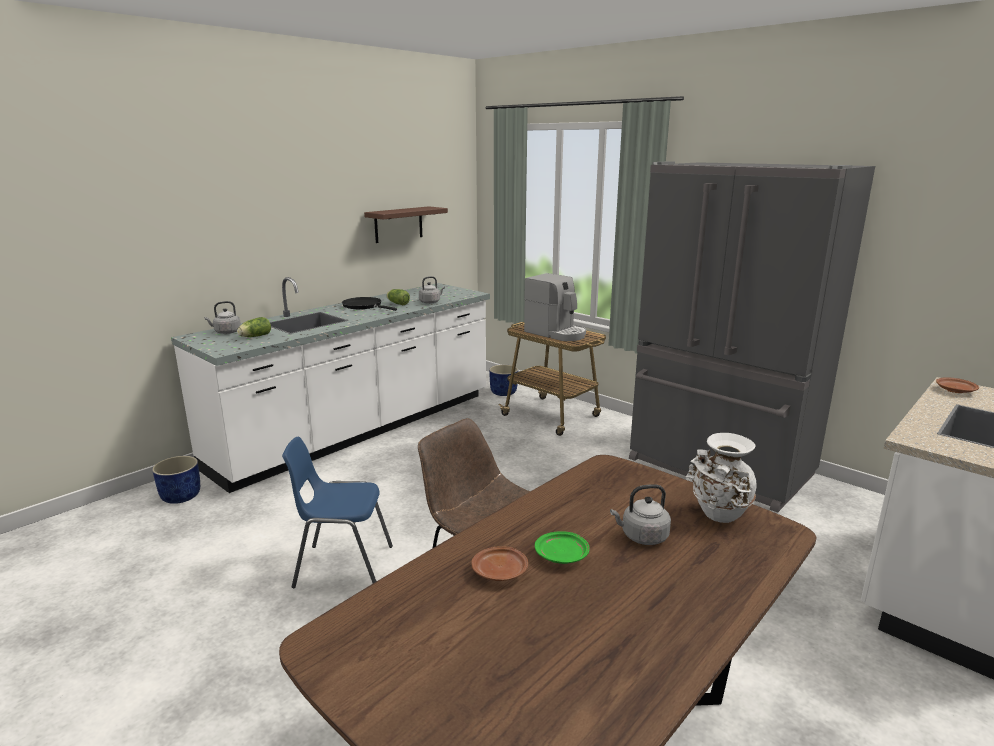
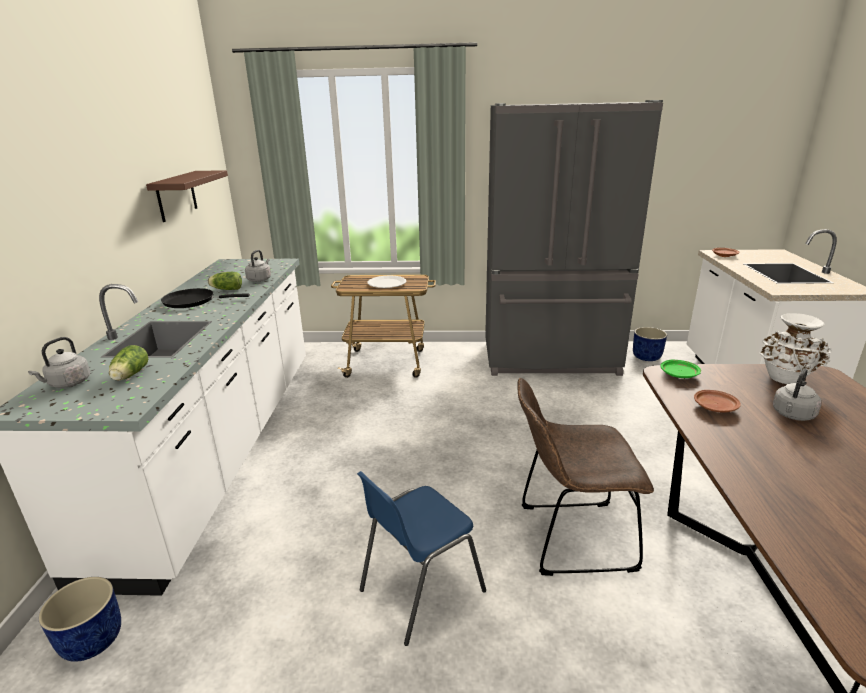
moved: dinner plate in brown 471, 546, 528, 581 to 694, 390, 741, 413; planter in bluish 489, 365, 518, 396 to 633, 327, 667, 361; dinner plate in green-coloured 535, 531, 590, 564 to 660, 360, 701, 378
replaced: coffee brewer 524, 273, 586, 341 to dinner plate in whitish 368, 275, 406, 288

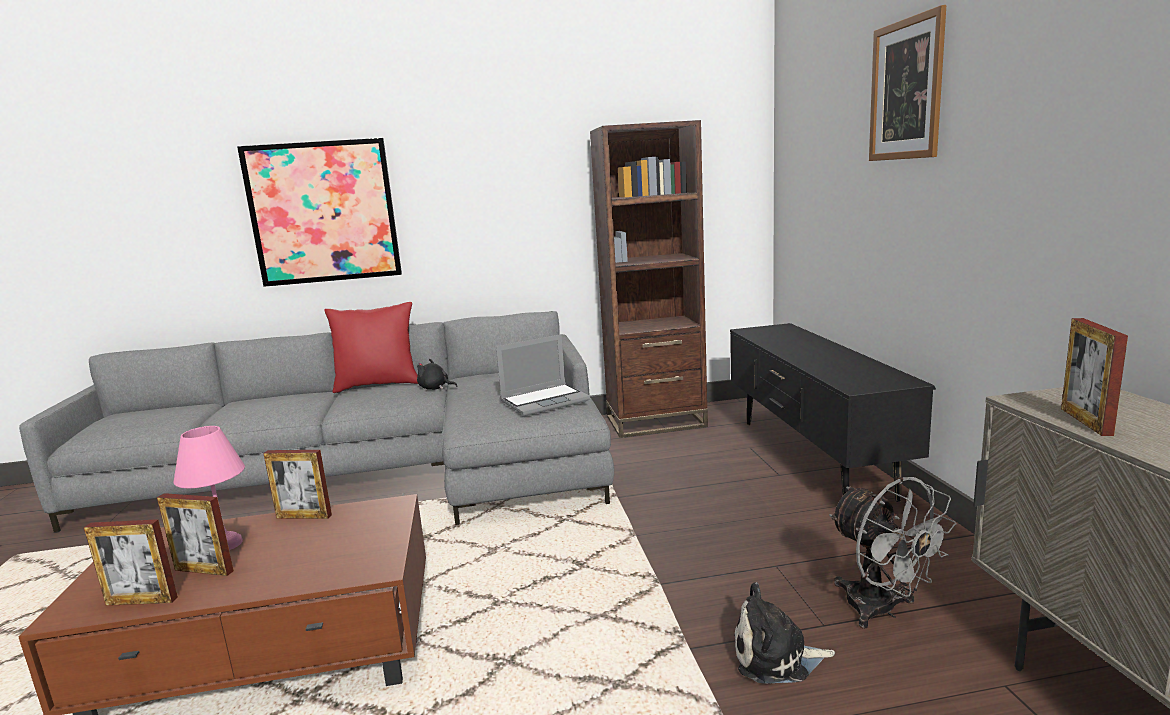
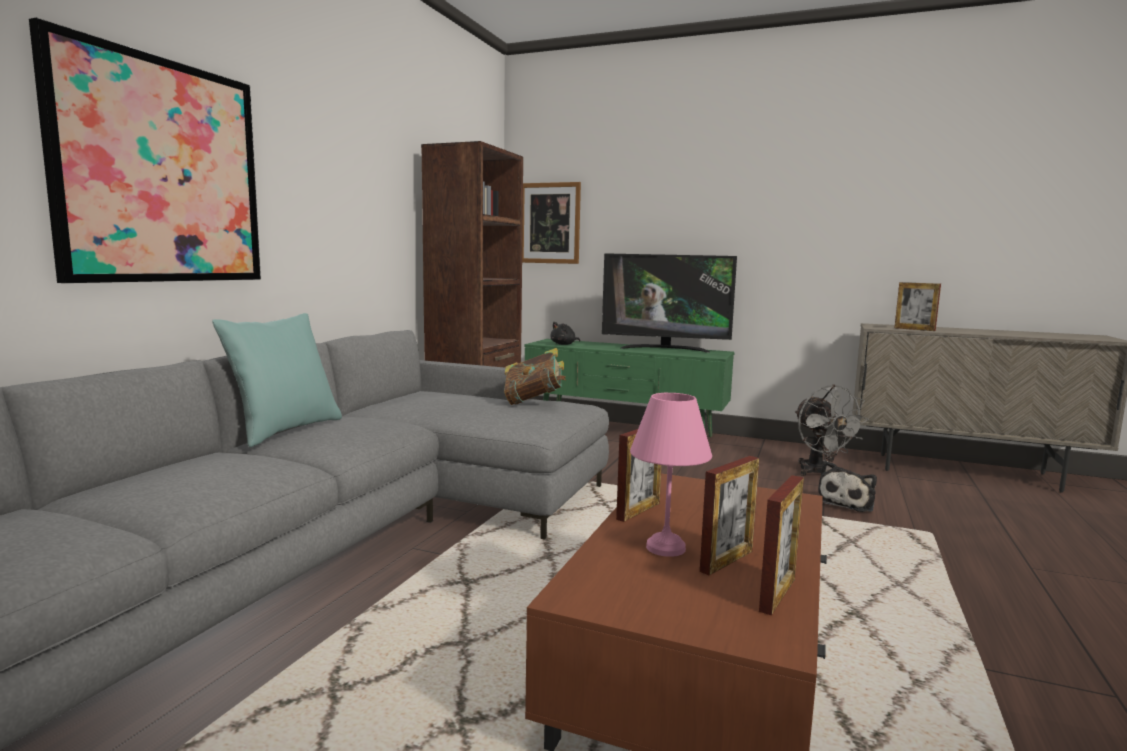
added: TV set 602, 253, 737, 353
moved: soft toy in blackish 417, 359, 458, 390 to 550, 322, 580, 345; wall picture 869, 5, 946, 161 to 522, 182, 581, 264
replaced: laptop 496, 334, 590, 416 to bound book 504, 348, 566, 405
recoloured: throw pillow in reddish 324, 302, 418, 393 to throw pillow in turquoise 212, 313, 342, 447; media console in blackish 730, 323, 936, 502 to media console in green-coloured 525, 339, 734, 437
turned: cooling fan in greyish 829, 477, 956, 629 = 795, 385, 869, 476 75 degrees clockwise

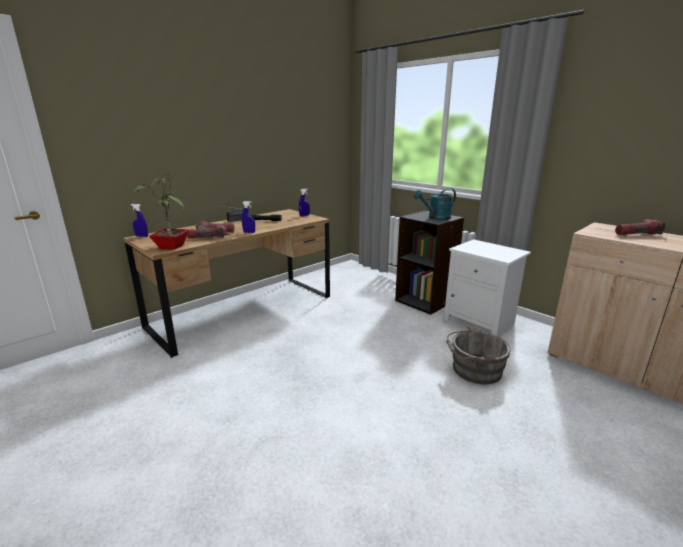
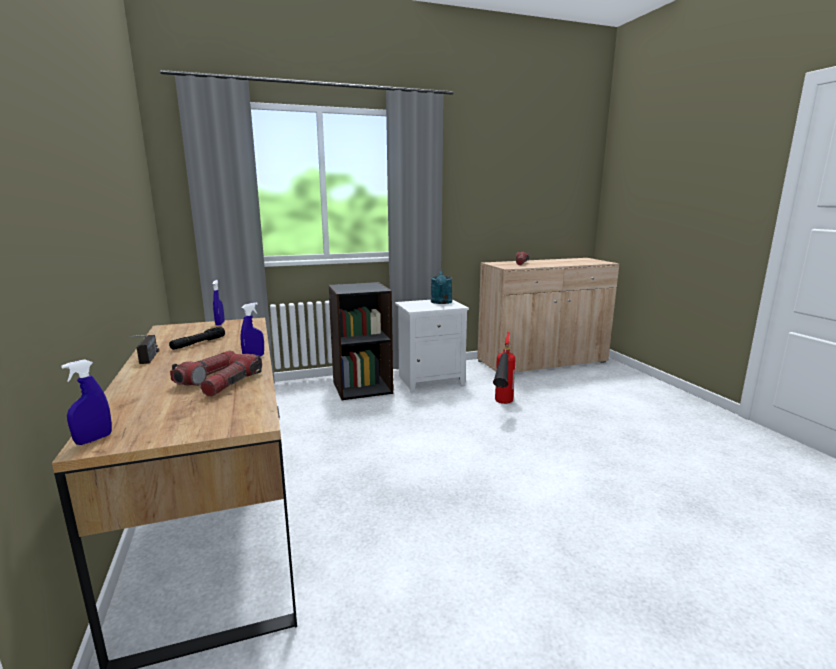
removed: plant in a pot 132, 174, 189, 250
moved: sprinkling can in turquoise 414, 188, 456, 220 to 431, 270, 452, 304
replaced: bucket in greyish 446, 327, 511, 384 to fire-fighting cylinder 493, 332, 516, 404

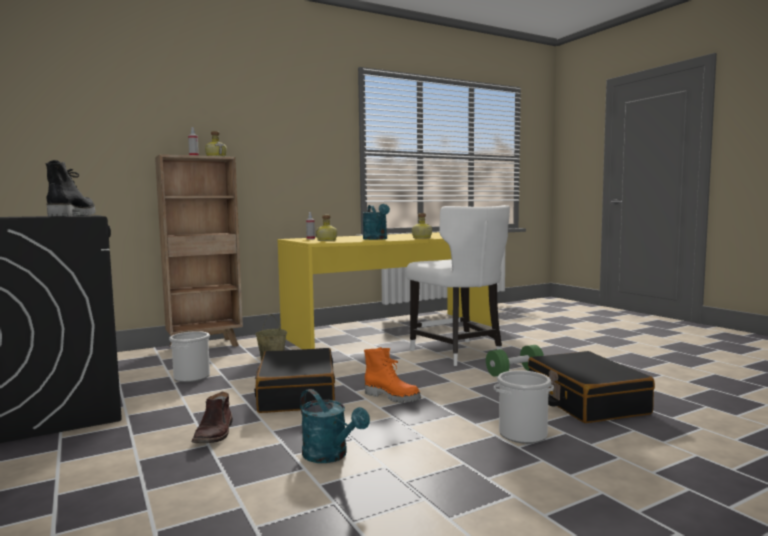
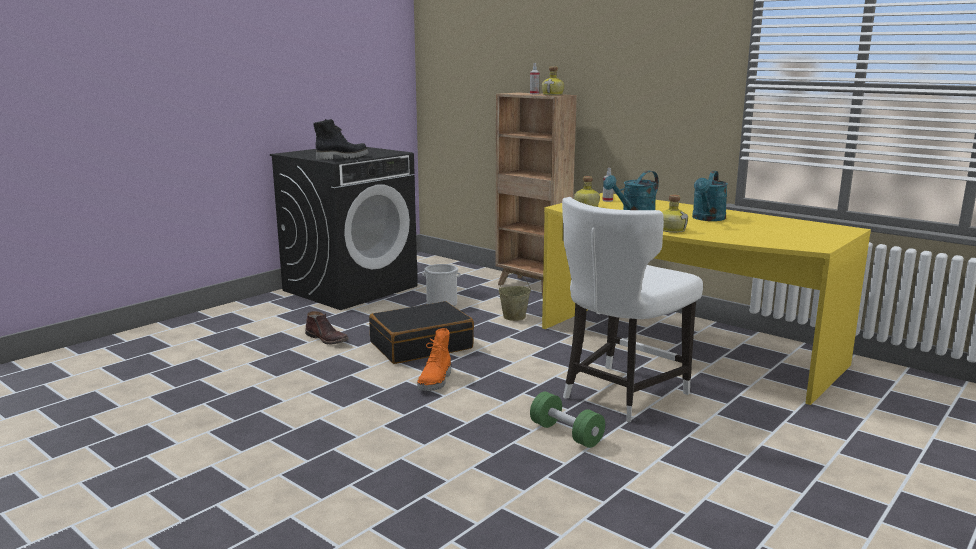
removed: bucket 494, 370, 554, 444; piece of luggage in blackish 528, 351, 655, 423
moved: sprinkling can in turquoise 300, 389, 370, 463 to 692, 171, 728, 221
turned: tall boot in brown 192, 392, 233, 443 = 305, 311, 349, 345 120 degrees counterclockwise

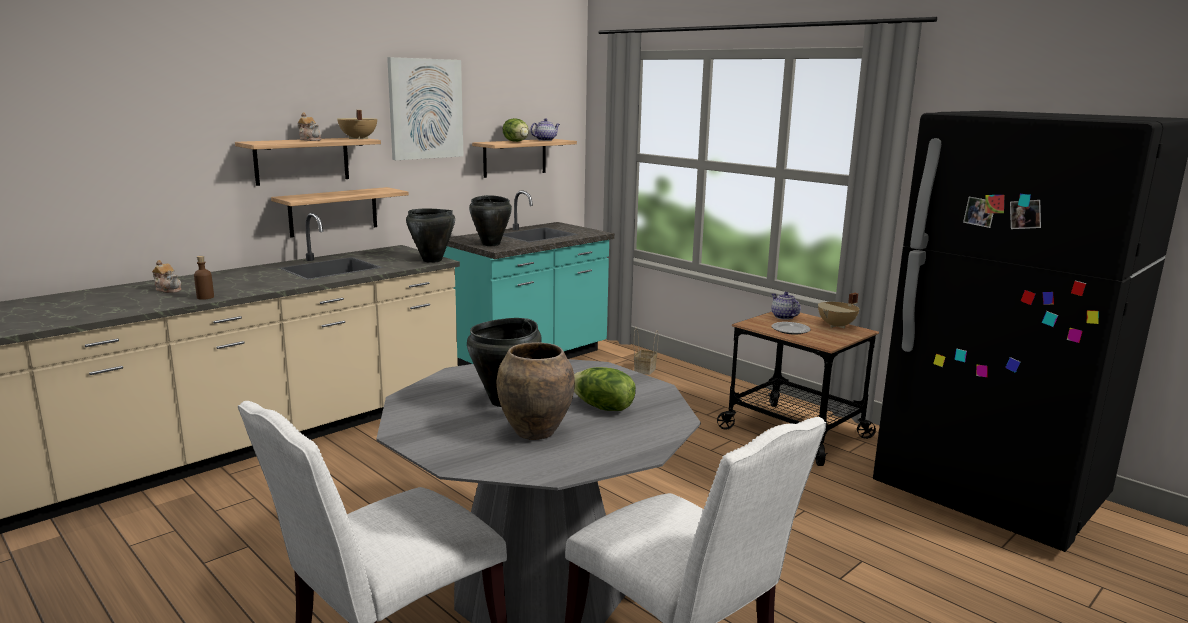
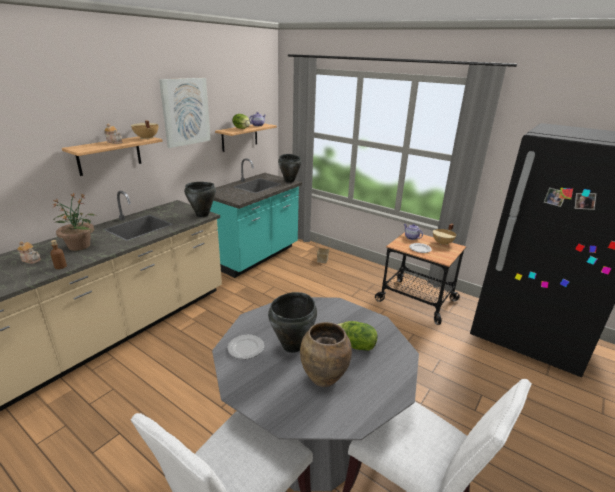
removed: bracket shelf 271, 187, 409, 238
added: plant in a pot 53, 193, 95, 251; dinner plate 228, 335, 264, 359
moved: cooking pot in blackish 469, 195, 512, 246 to 278, 154, 301, 183

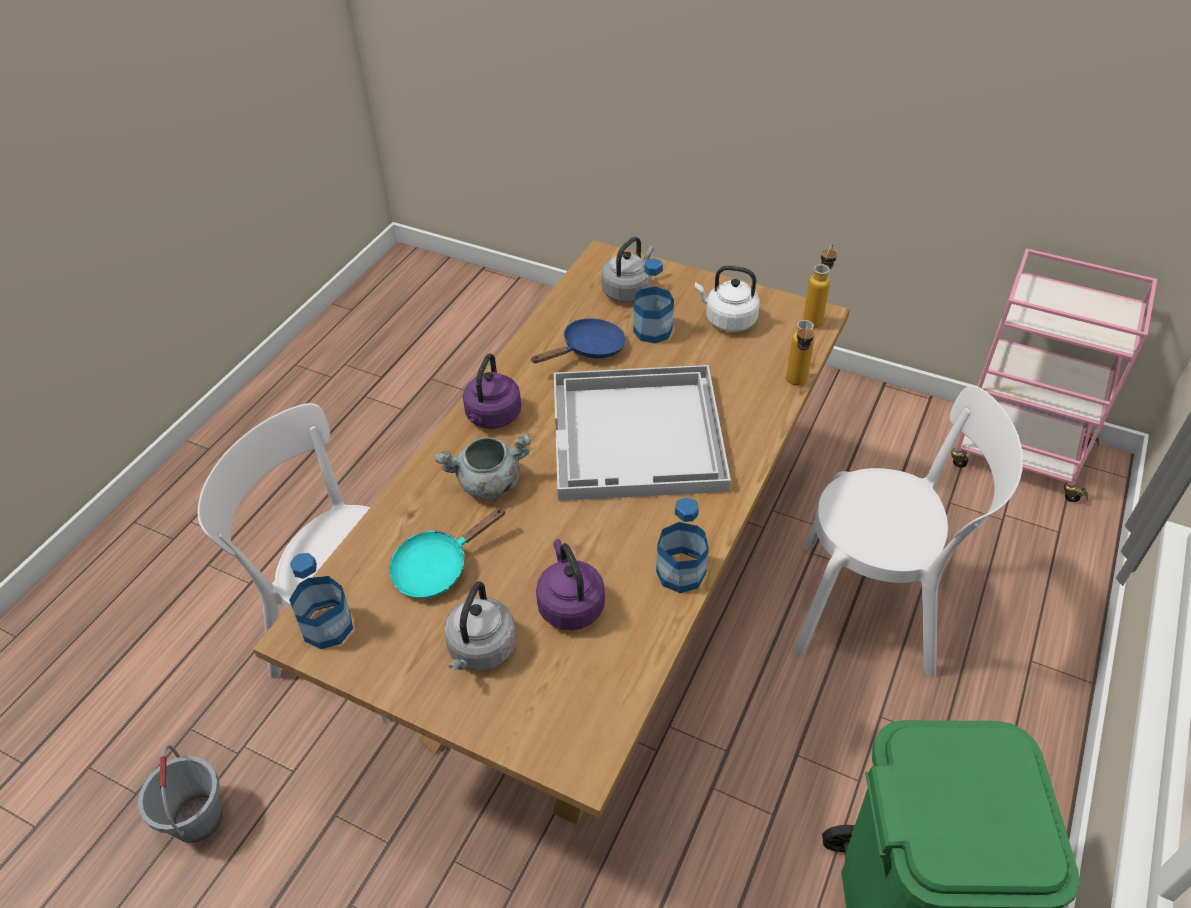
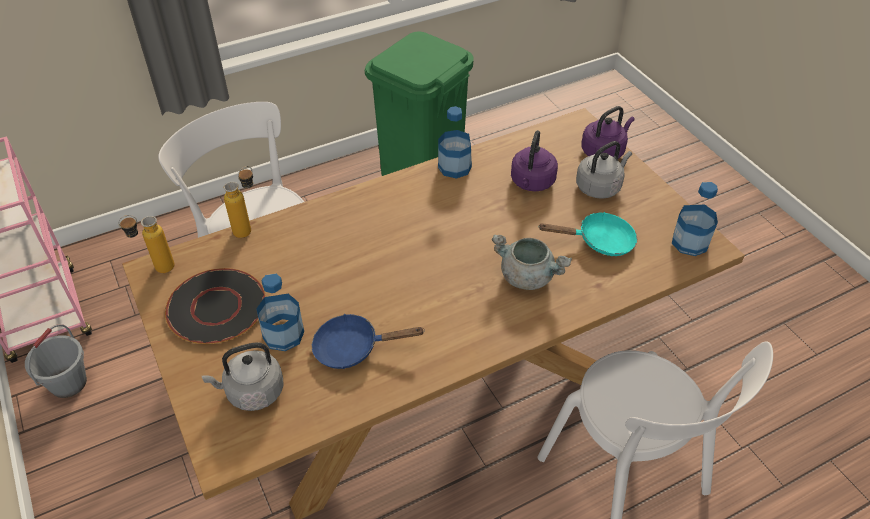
removed: carrying tray in whitish 554, 365, 731, 501
moved: bucket in greyish 138, 745, 223, 843 to 25, 324, 87, 398; water kettle in purple-coloured 463, 353, 521, 429 to 581, 106, 635, 159
replaced: water kettle in whitish 695, 266, 760, 332 to dinner plate in blackish 165, 268, 266, 344

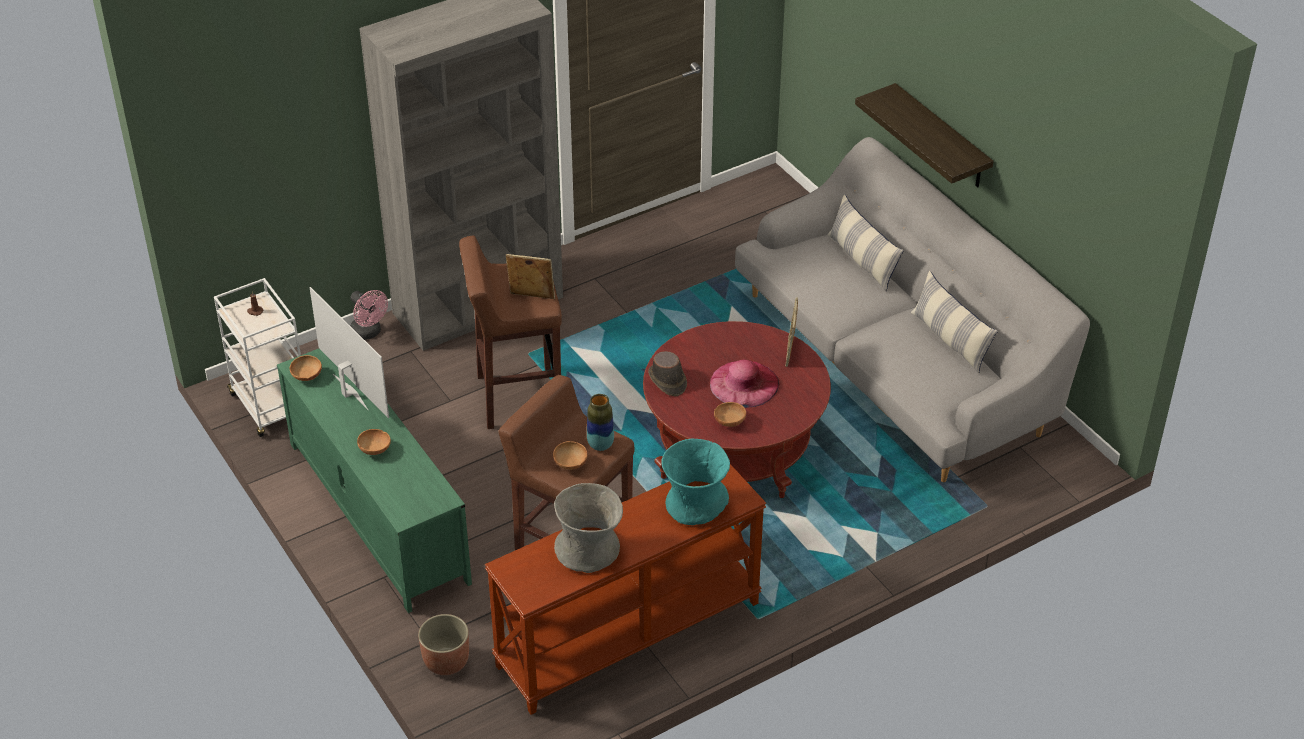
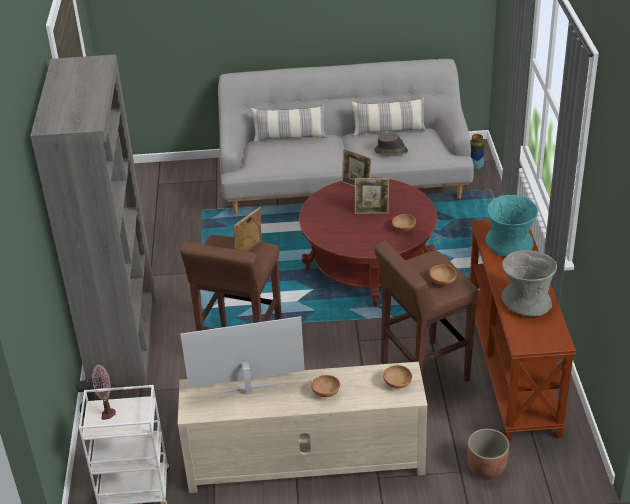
removed: bracket shelf 855, 83, 993, 187
moved: deep dish in brown 290, 355, 322, 381 to 383, 365, 412, 388; flower vase 587, 394, 614, 451 to 470, 134, 484, 170; hat in brown 648, 351, 687, 396 to 374, 132, 408, 154
replaced: hat in pinkish 710, 360, 779, 408 to photo frame 355, 178, 389, 214
recoloured: media console in green-coloured 277, 349, 472, 613 to media console in beige-coloured 178, 362, 428, 493

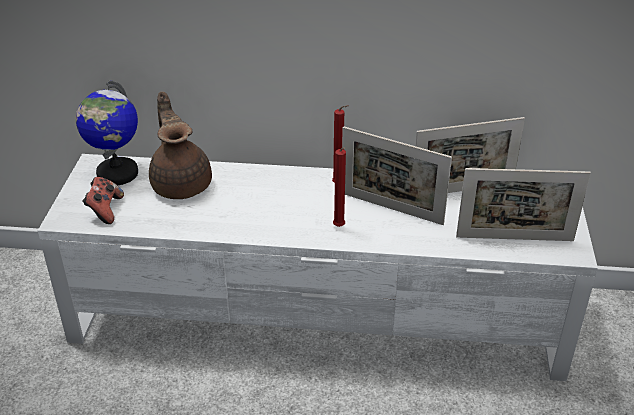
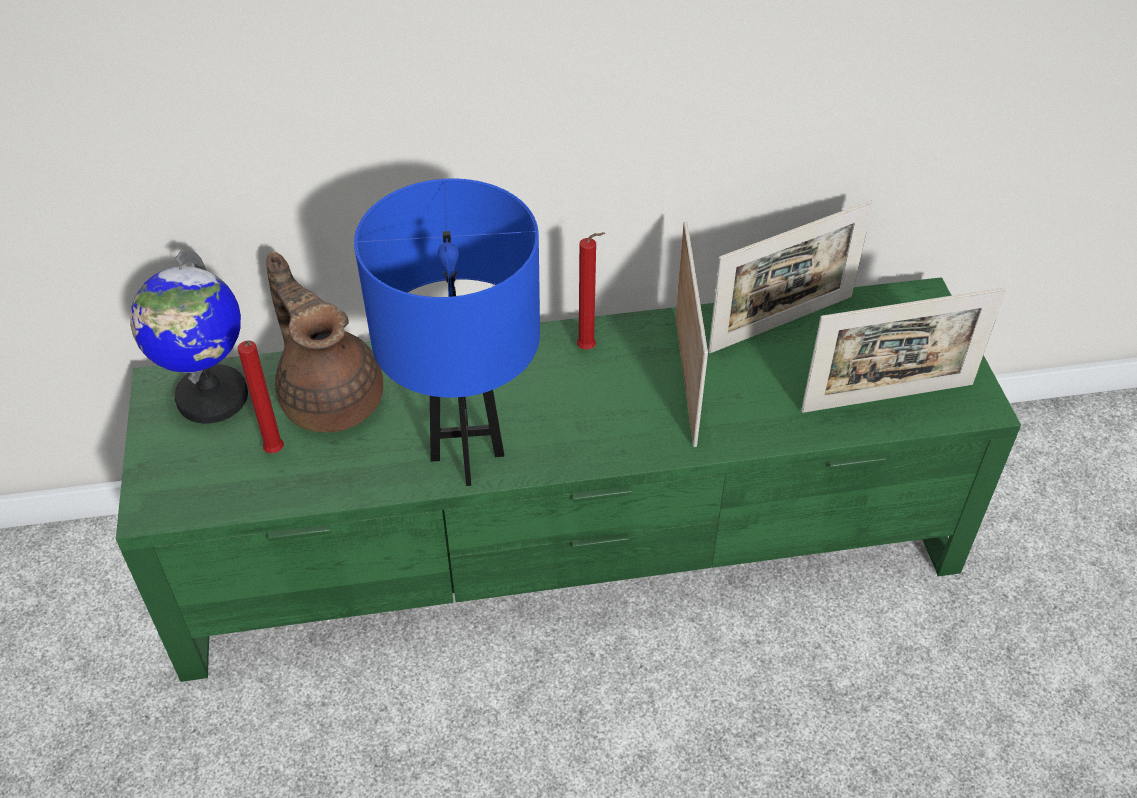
removed: joypad 82, 177, 124, 224
added: tabletop lamp in bluish 354, 179, 540, 486
moved: wax light in reddish 333, 147, 346, 227 to 238, 340, 284, 453
recoloured: media console in whitish 38, 154, 598, 381 to media console in green-coloured 116, 277, 1021, 682
turned: photo frame 342, 126, 452, 225 = 675, 221, 708, 447 105 degrees counterclockwise

